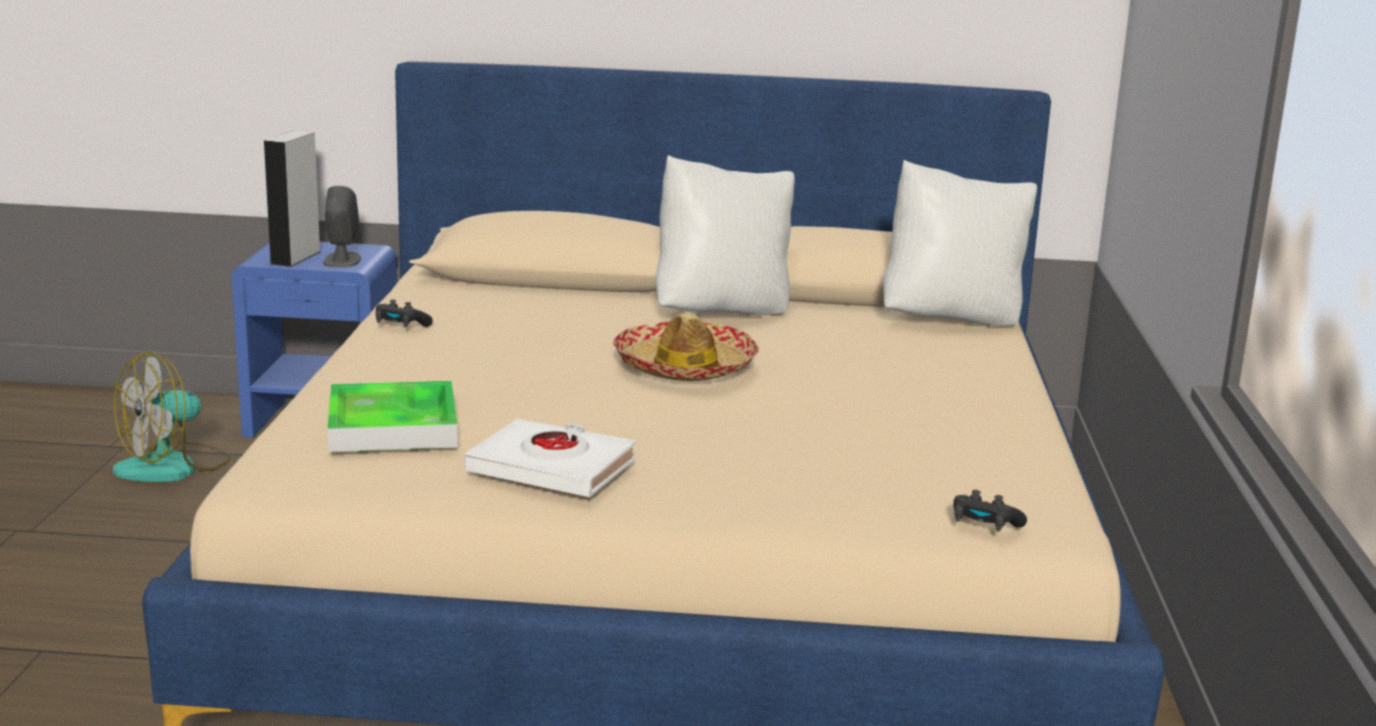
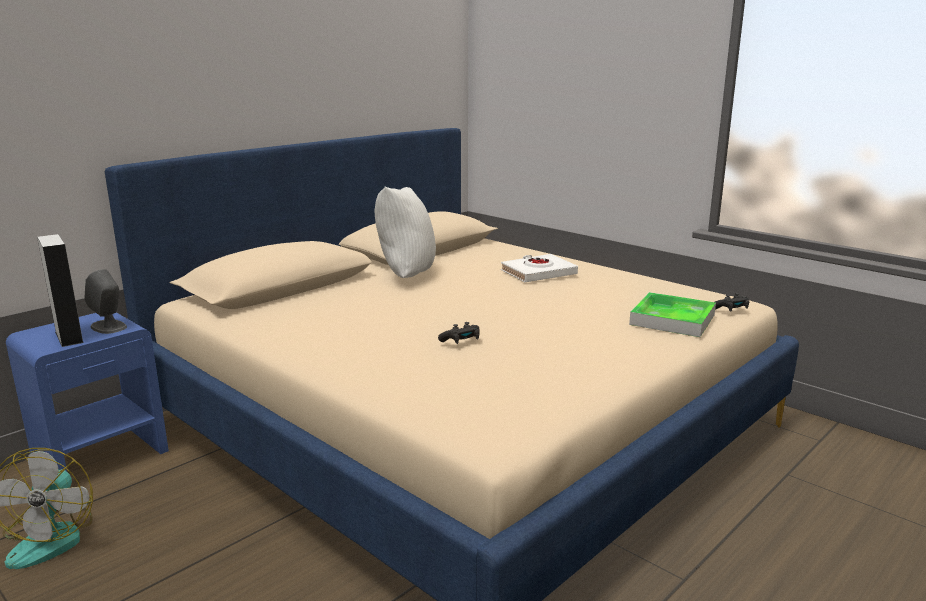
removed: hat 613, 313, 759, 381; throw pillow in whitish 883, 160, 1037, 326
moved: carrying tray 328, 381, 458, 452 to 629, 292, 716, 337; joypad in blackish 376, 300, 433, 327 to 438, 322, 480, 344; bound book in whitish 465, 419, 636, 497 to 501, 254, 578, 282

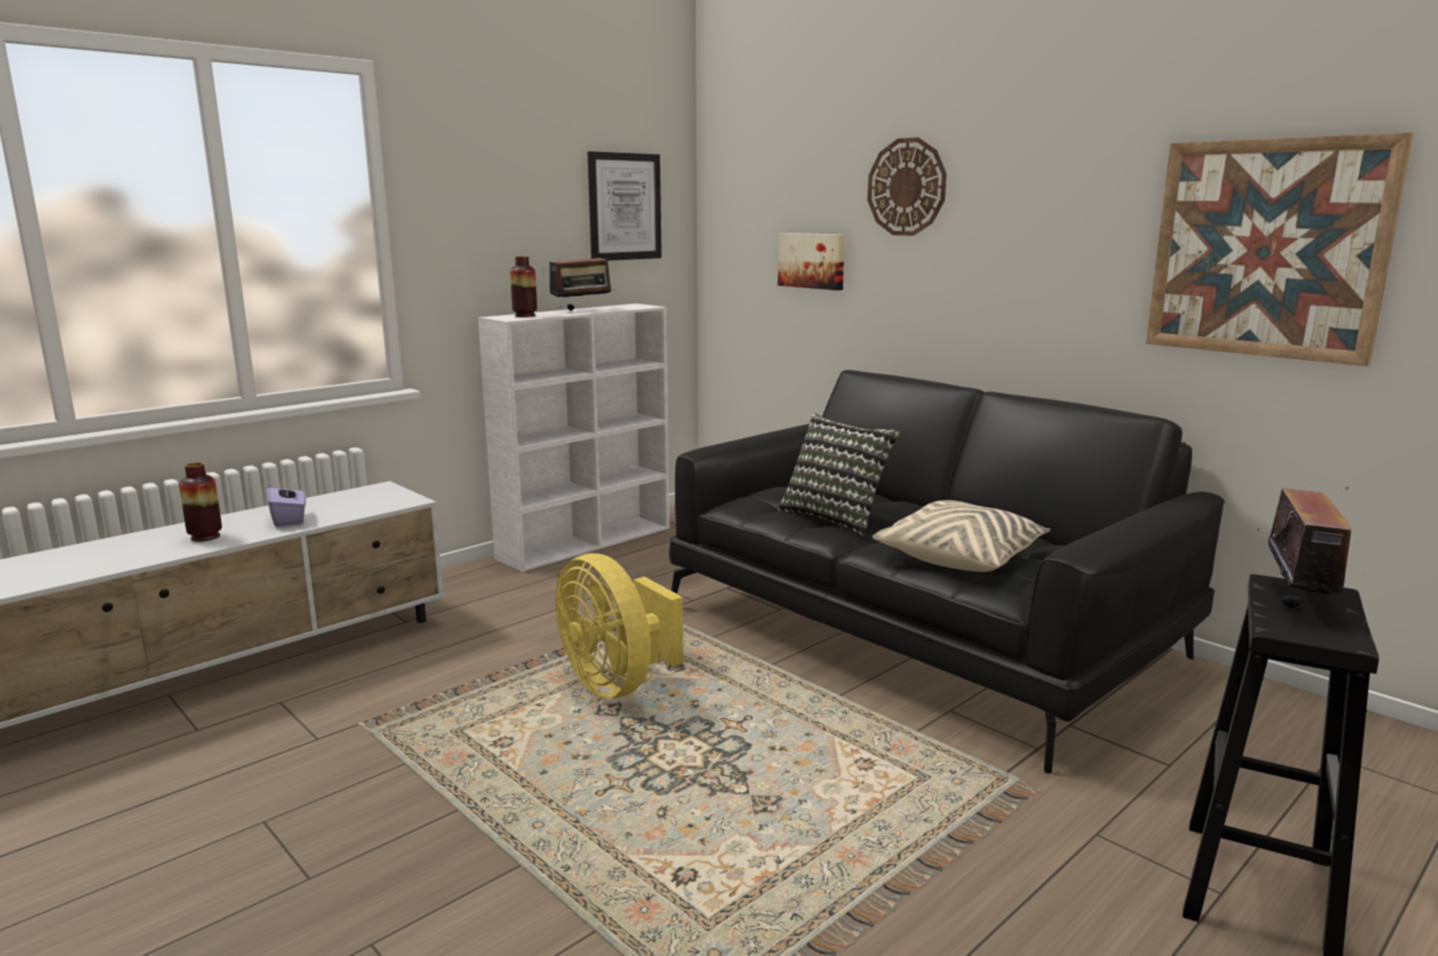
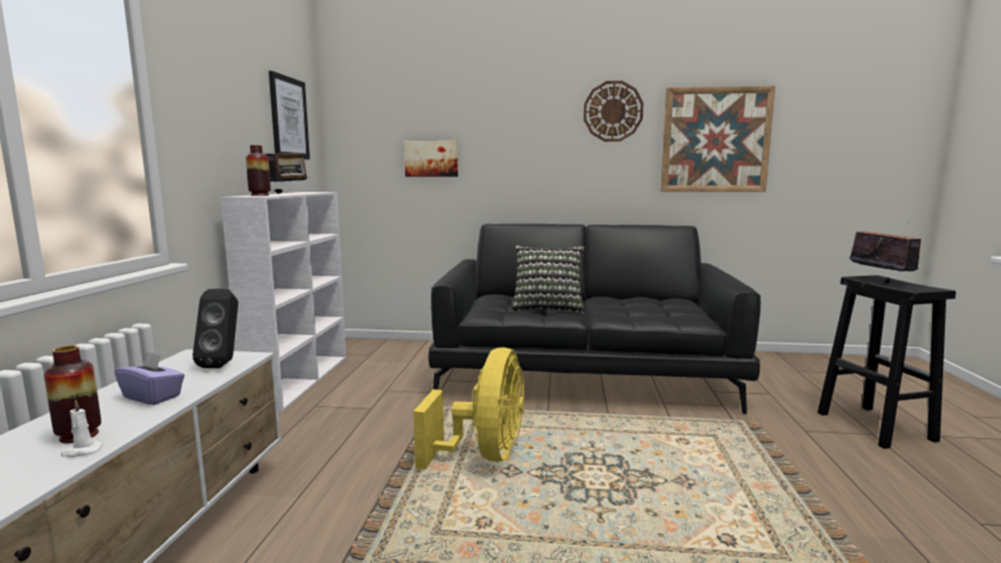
removed: throw pillow in beige-coloured 872, 500, 1051, 572
added: wax light in whitish 61, 399, 103, 457; loudspeaker in blackish 193, 289, 238, 368
moved: hanging clock 867, 137, 947, 236 to 584, 81, 643, 142
turned: cooling fan in yellowish 556, 553, 683, 699 = 413, 347, 524, 469 90 degrees counterclockwise

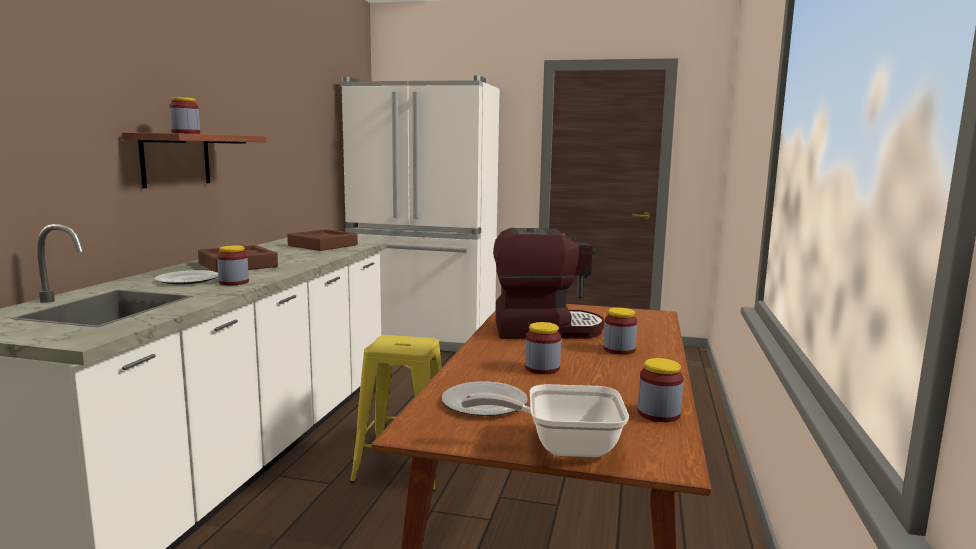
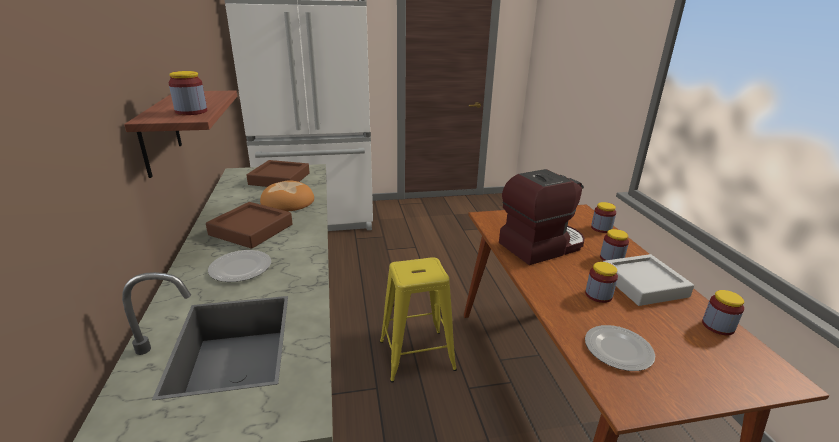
removed: skillet 461, 384, 629, 457
added: bakery bread 260, 181, 314, 212; carrying tray in greyish 603, 254, 694, 306
moved: preserve jar 217, 246, 249, 286 to 591, 202, 616, 233

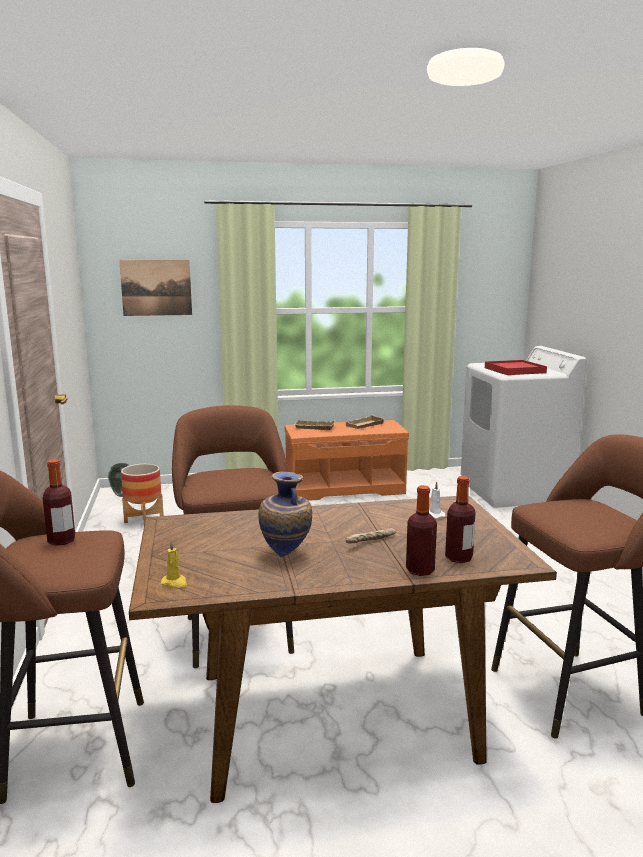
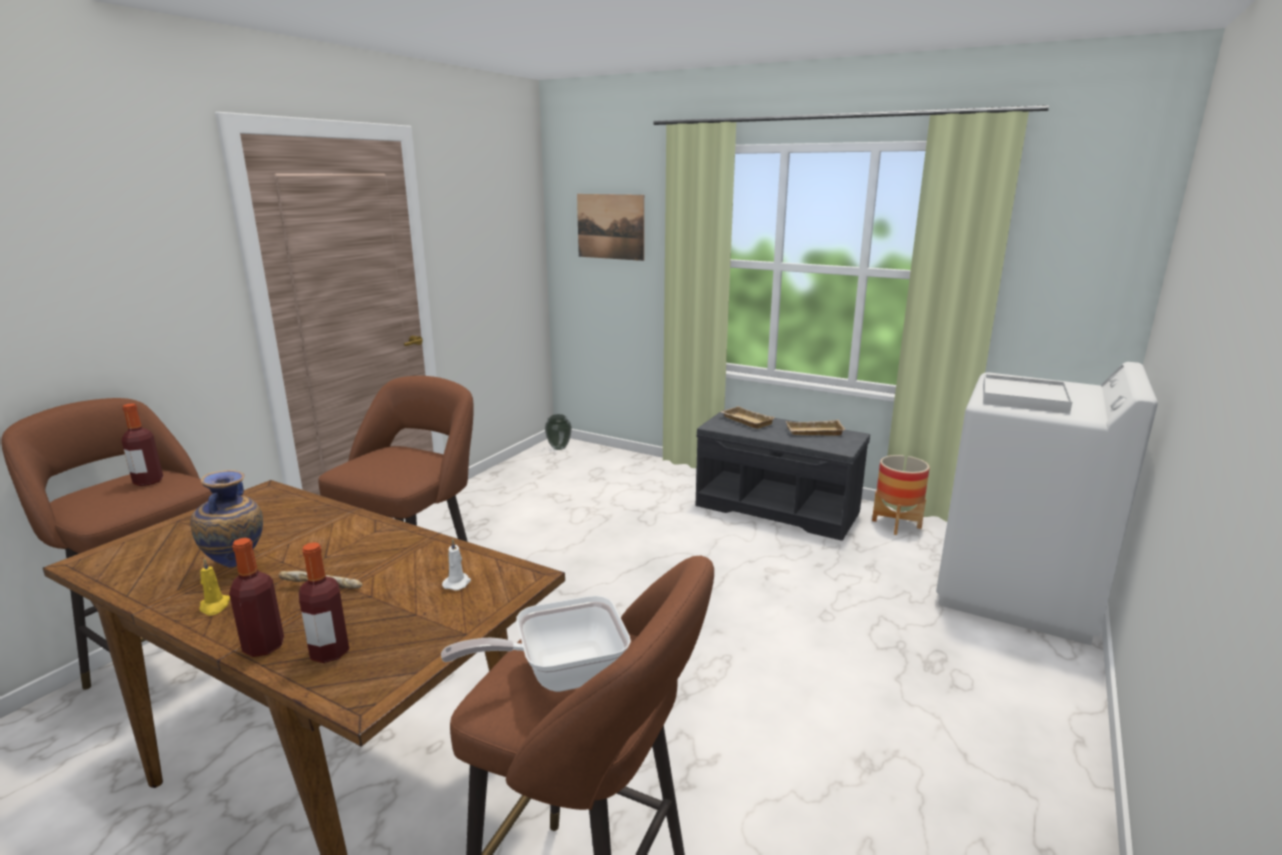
added: skillet 441, 595, 631, 692
moved: planter 121, 464, 164, 524 to 872, 455, 930, 535; wax light in yellowish 161, 541, 187, 588 to 200, 559, 230, 616
recoloured: bench in orange-coloured 285, 420, 409, 501 to bench in greyish 696, 410, 870, 541; carrying tray in reddish 485, 360, 547, 375 to carrying tray in whitish 983, 374, 1072, 414

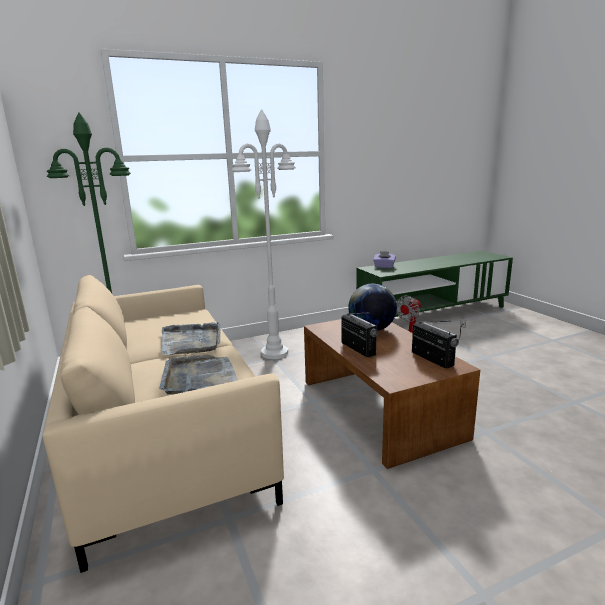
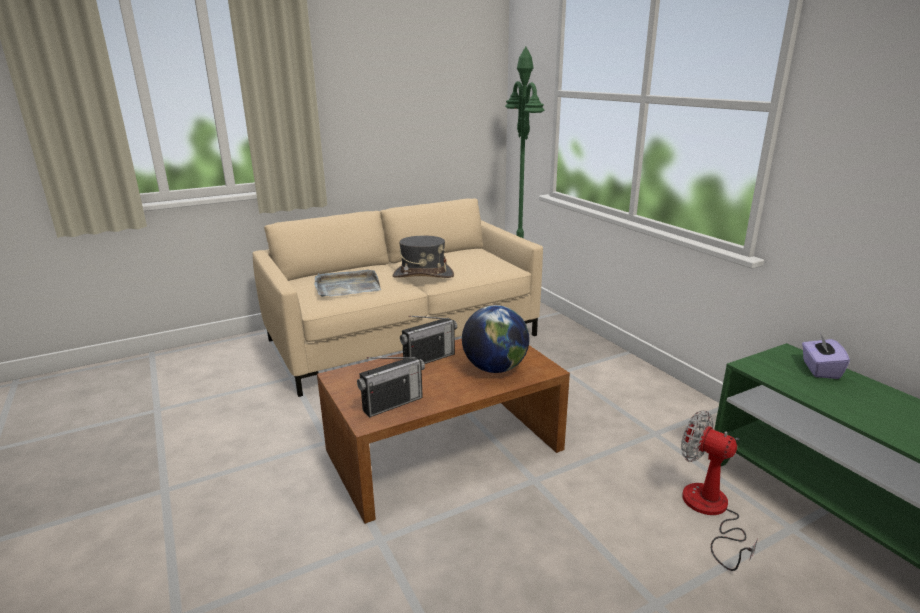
removed: floor lamp in whitish 232, 109, 296, 359
replaced: carrying tray in greyish 162, 322, 220, 355 to hat in greyish 393, 236, 454, 278

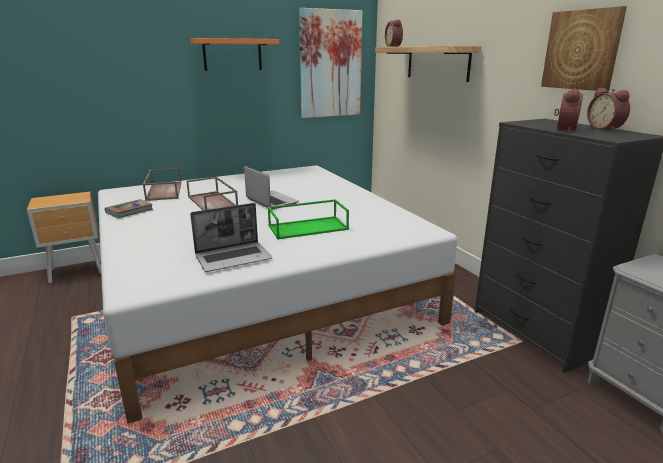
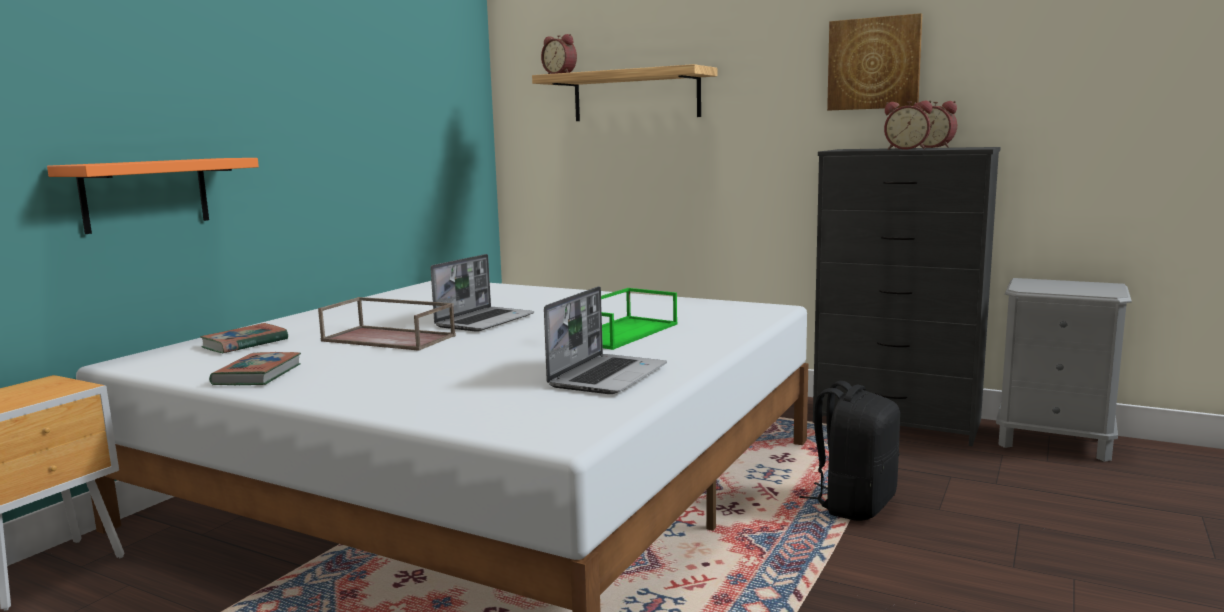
removed: wall picture 299, 8, 363, 118
added: rucksack in blackish 799, 381, 900, 521
moved: bracket shelf in orange-coloured 190, 38, 279, 71 to 47, 158, 259, 234
replaced: carrying tray in brown 143, 168, 181, 201 to bound book 200, 323, 288, 353
turned: laptop 244, 166, 299, 210 = 431, 254, 534, 332 105 degrees clockwise; bedside clock 554, 89, 583, 132 = 884, 100, 932, 150 120 degrees clockwise

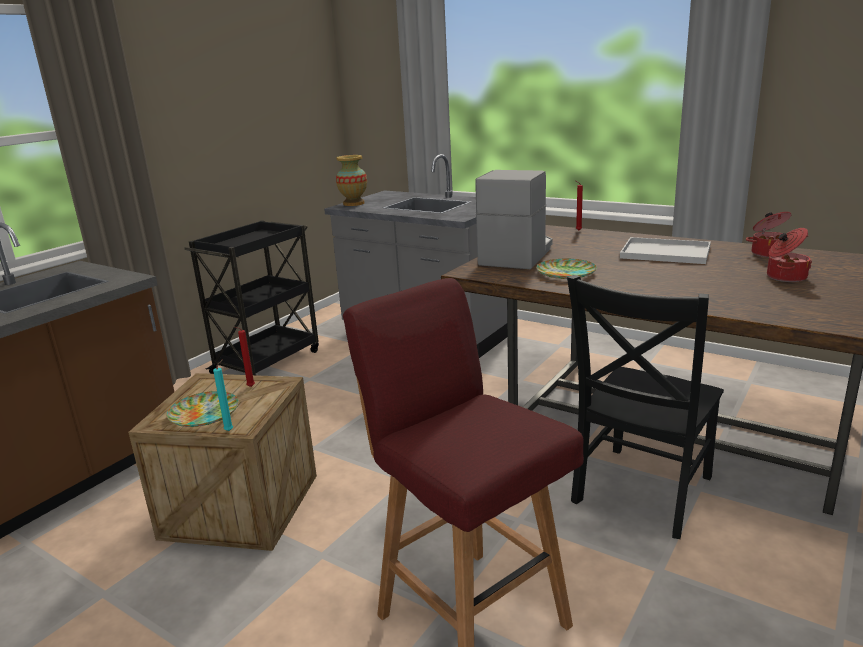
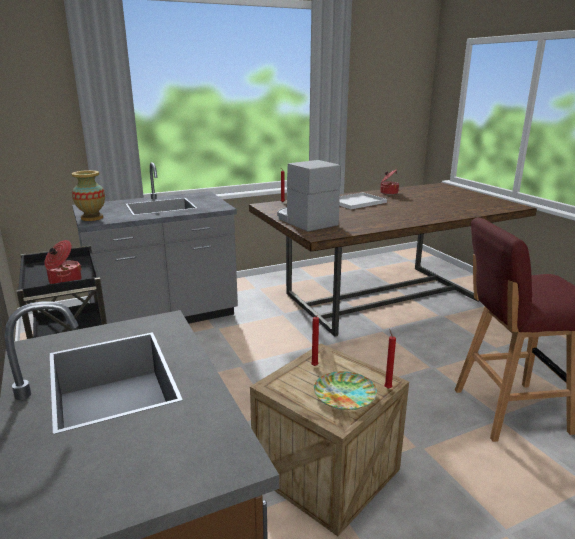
removed: dinner plate 536, 259, 597, 279; upright chair in blackish 567, 275, 724, 539
moved: cooking pot 767, 228, 812, 282 to 45, 240, 82, 284
recoloured: wax light in turquoise 213, 359, 233, 431 to wax light in reddish 384, 329, 396, 389

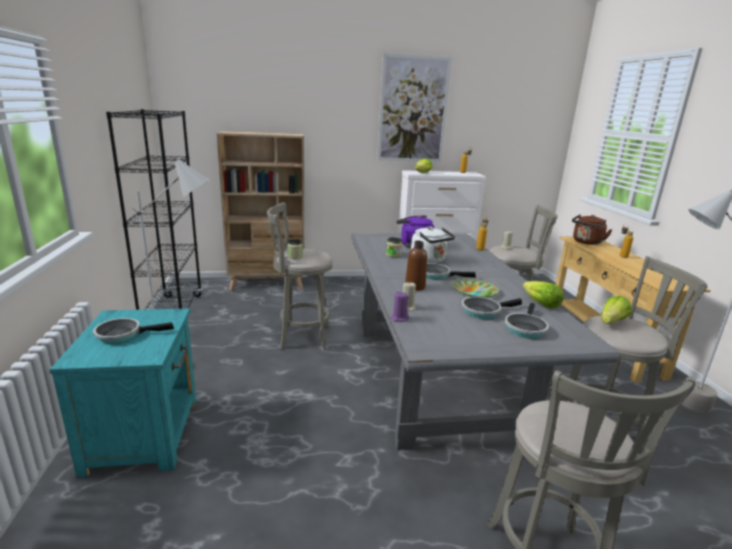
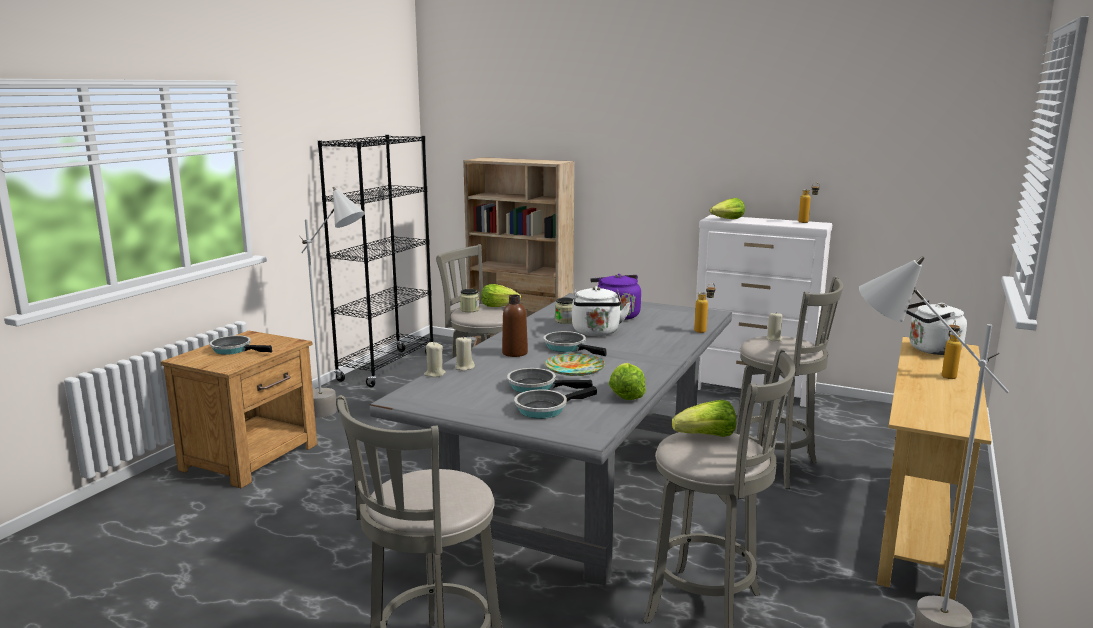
removed: wall picture 377, 53, 452, 162
added: lettuce 481, 284, 521, 307
recoloured: bedside table in turquoise 49, 308, 196, 477 to bedside table in brown 161, 331, 317, 488; wax light in purple-coloured 391, 291, 409, 322 to wax light in beige-coloured 424, 342, 446, 377; water kettle in brown 572, 214, 613, 245 to water kettle in whitish 906, 300, 967, 355

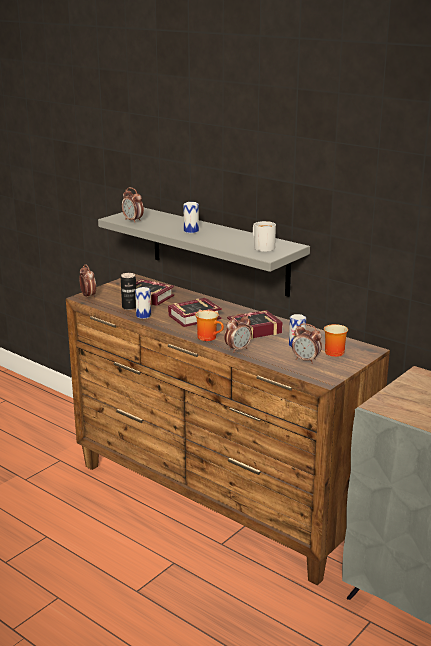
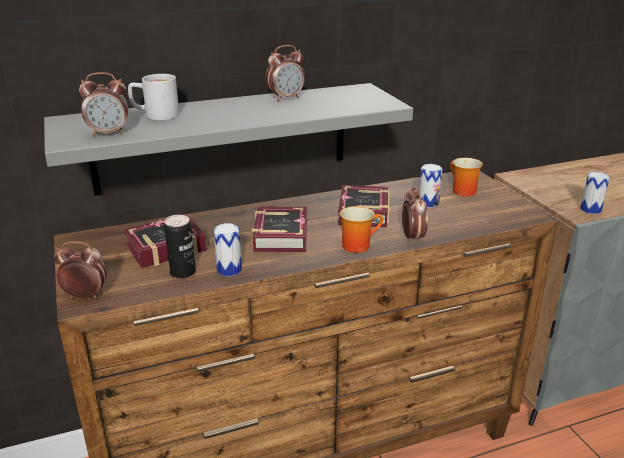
moved: sealed can 183, 202, 199, 233 to 580, 172, 610, 214; mug in whitish 253, 221, 276, 252 to 128, 74, 179, 120; bedside clock 292, 323, 322, 364 to 266, 45, 305, 101

